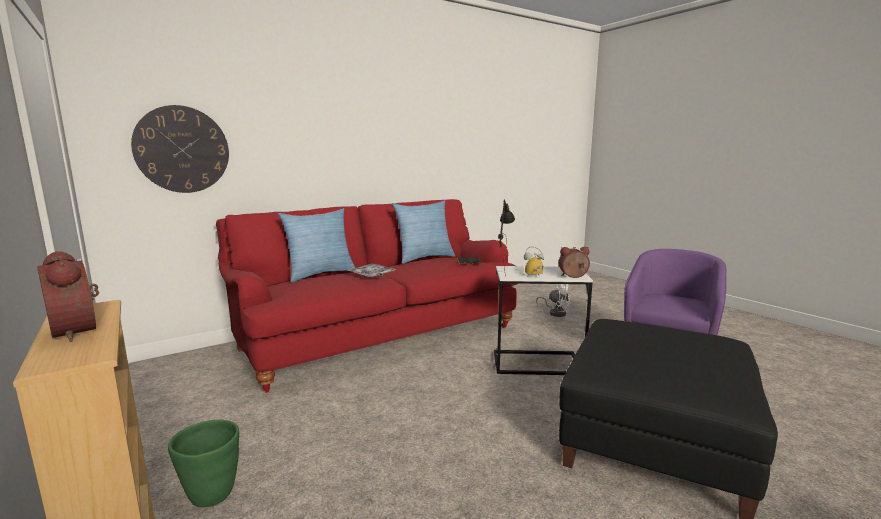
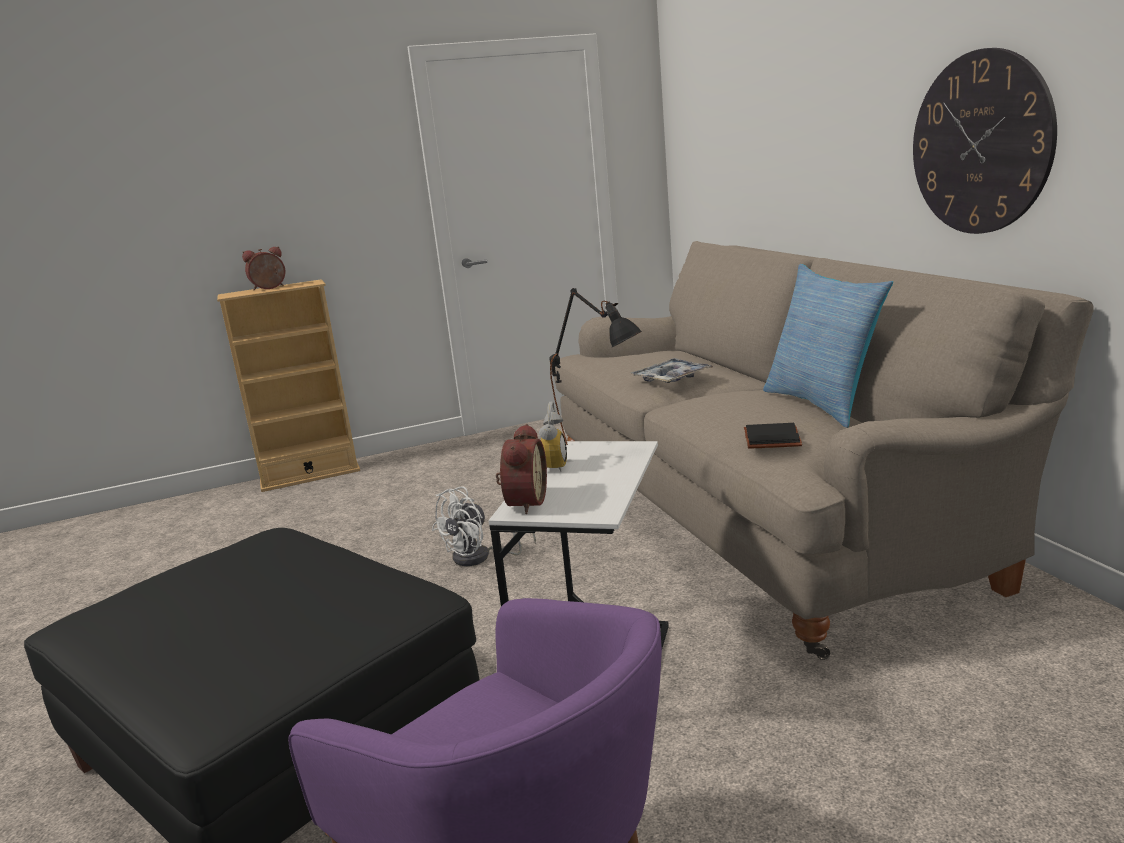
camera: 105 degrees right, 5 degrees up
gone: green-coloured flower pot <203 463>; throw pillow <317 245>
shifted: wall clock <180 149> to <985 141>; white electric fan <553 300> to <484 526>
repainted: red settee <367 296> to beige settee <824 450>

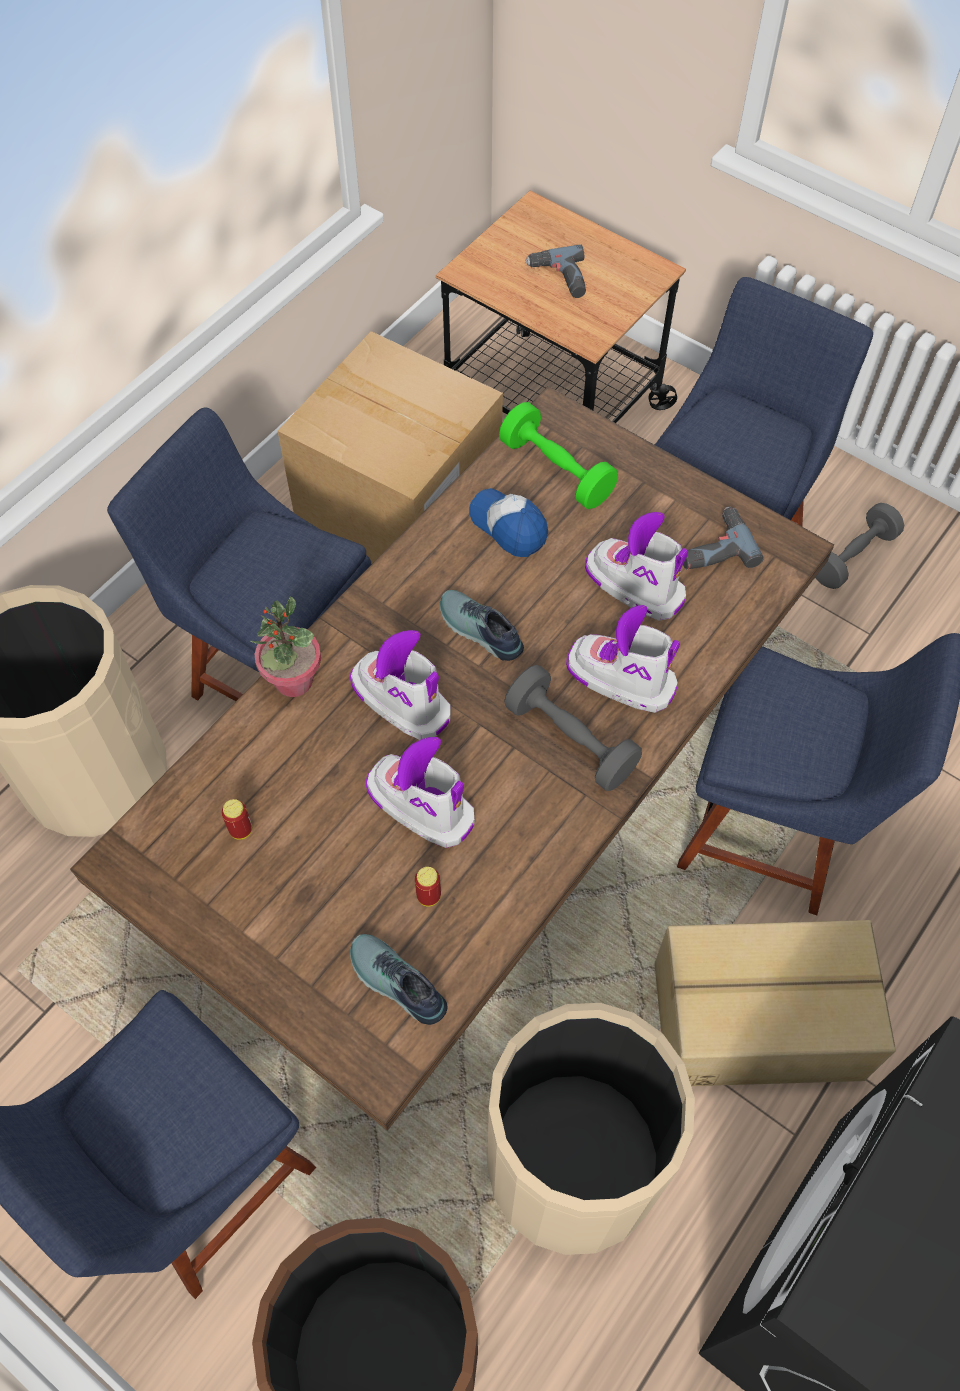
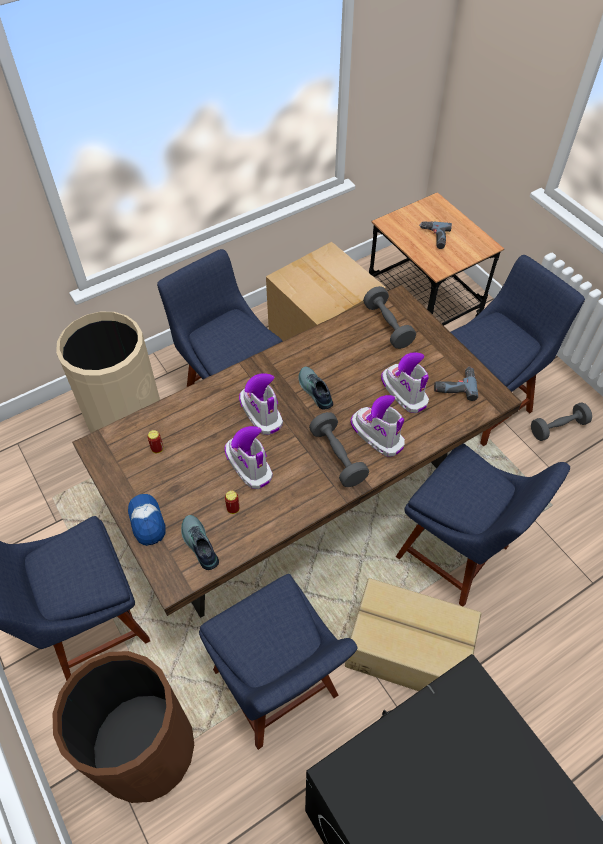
camera: 20 degrees right, 5 degrees down
gone: plant in a pot <286 647>
shifted: baseball cap <508 522> to <146 520>
swapped: beige waste bin <591 1129> to bluish upright chair <278 662>
repainted: green-coloured hand weight <558 455> to grey hand weight <389 317>

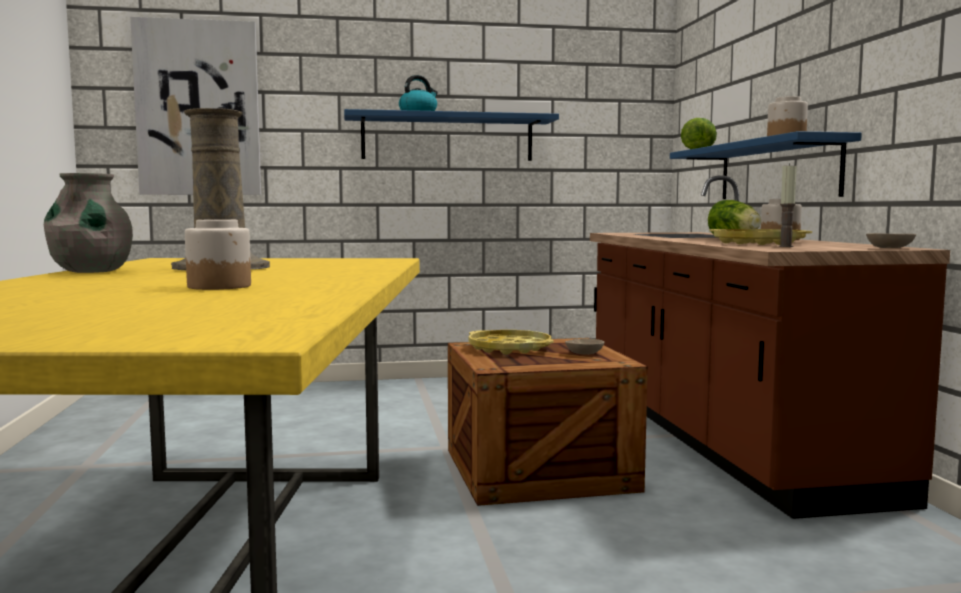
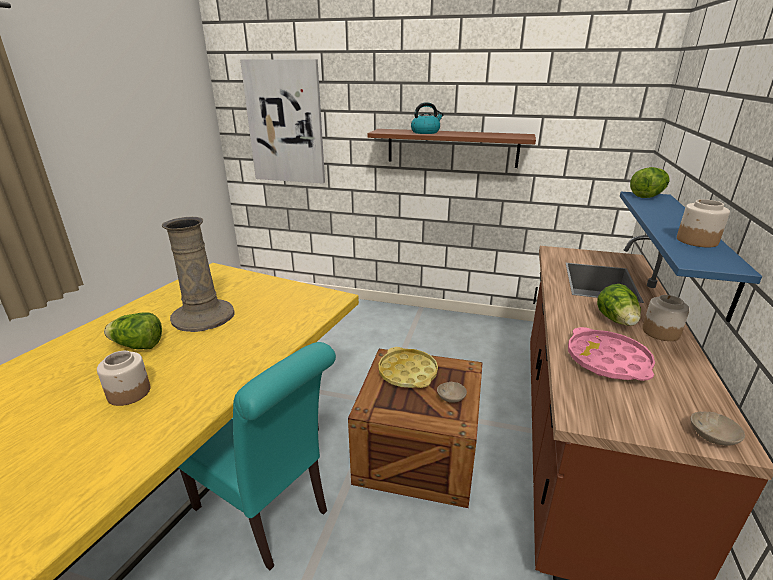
camera: 25 degrees right, 20 degrees up
gone: grey flower vase <88 223>; wax light <787 205>
new: lettuce head <133 330>; blue-green upright chair <257 456>
repainted: bluish shelf <451 135> to brown shelf <452 148>; yellow-coloured carrying tray <760 237> to pinkish carrying tray <611 354>

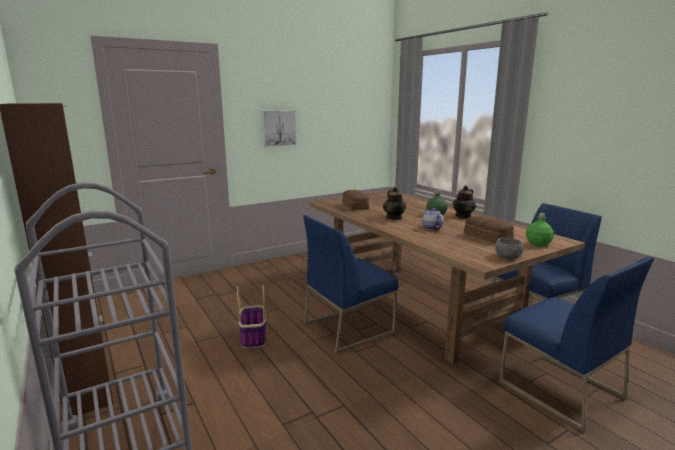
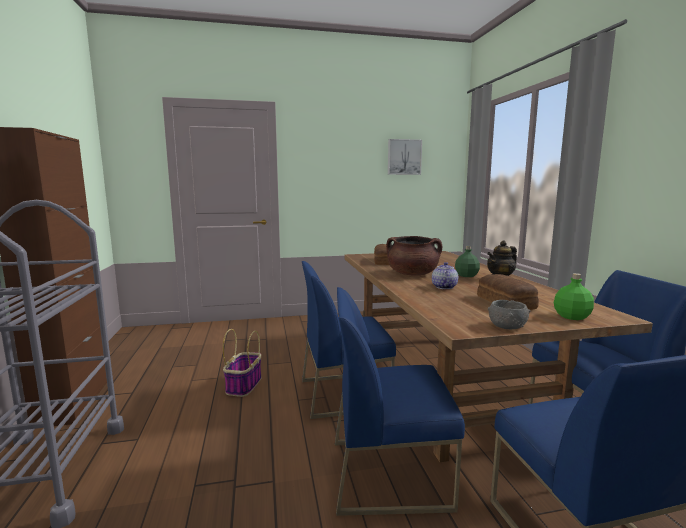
camera: 20 degrees right, 5 degrees down
new: bluish upright chair <400 401>
shifted: wall art <279 129> to <405 157>
swapped: teapot <394 203> to brown saucepot <414 255>

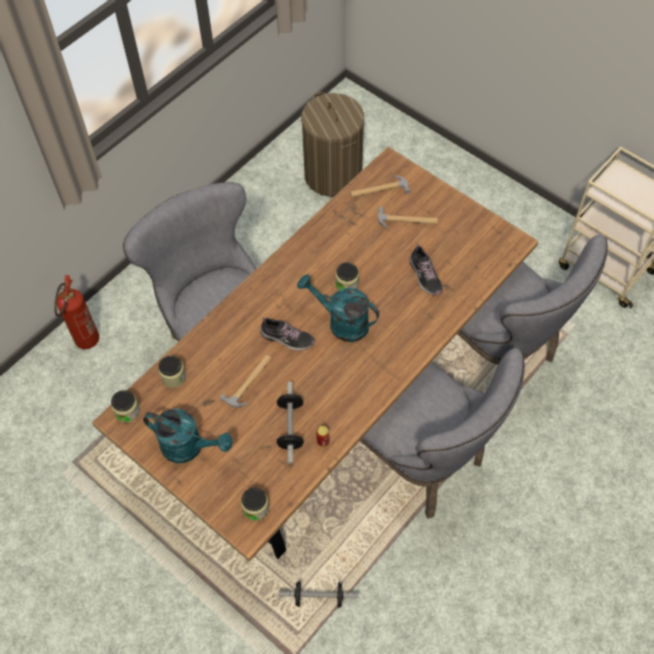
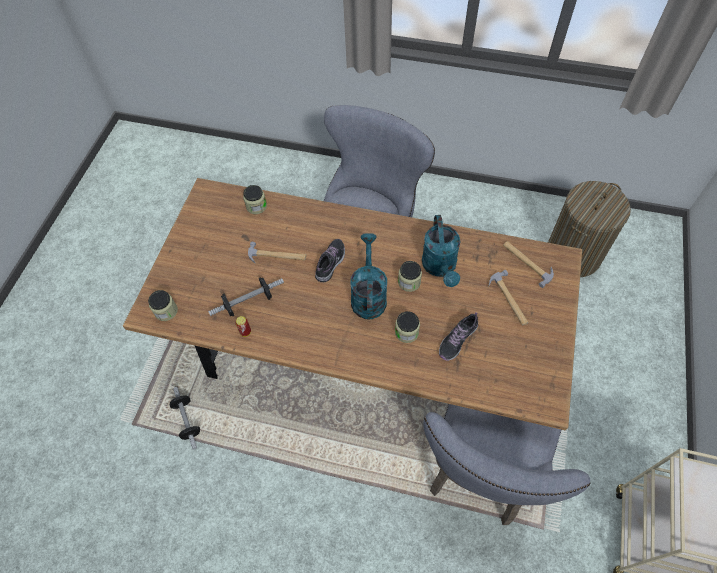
camera: 65 degrees right, 0 degrees up
gone: fire extinguisher <76 312>; grey upright chair <442 433>
shifted: jar <125 406> to <407 327>; blue-green watering can <188 436> to <441 251>
rotated: item of footwear <287 334> = <330 260> 150 degrees counterclockwise

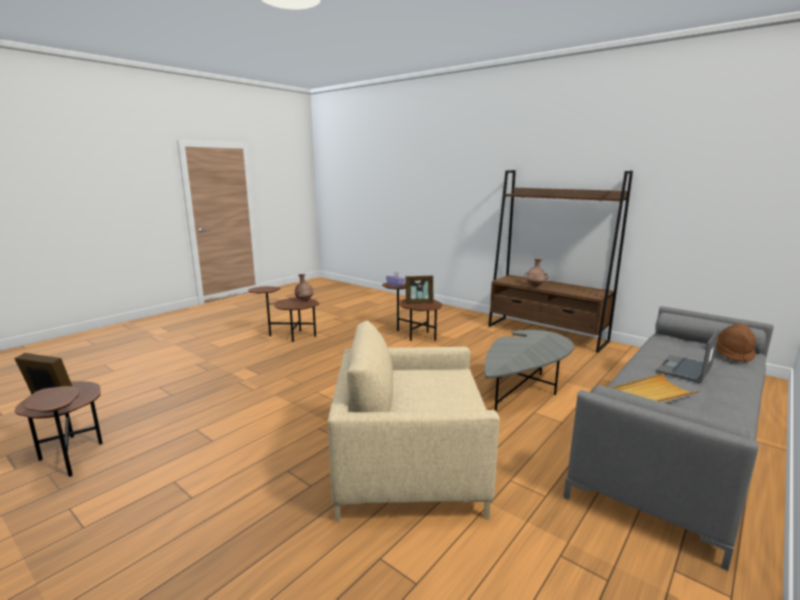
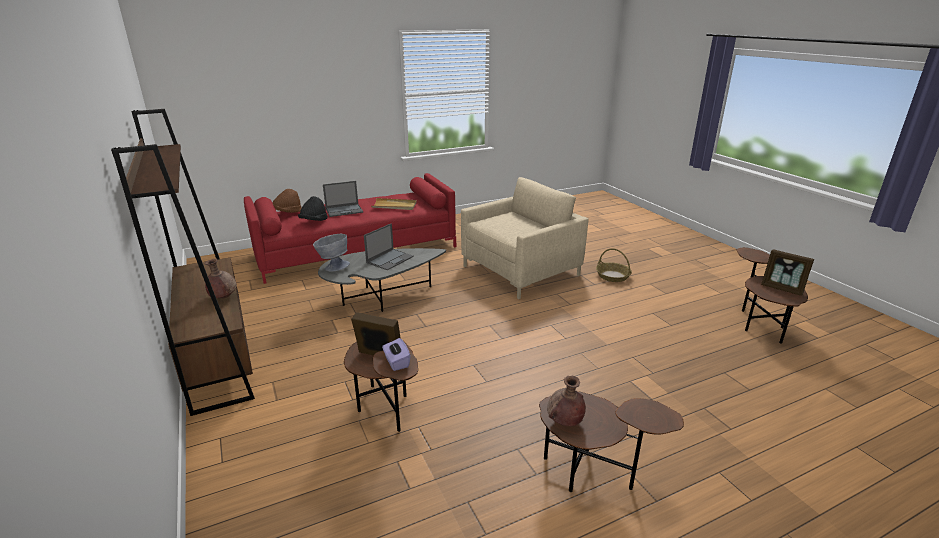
camera: 155 degrees left, 10 degrees up
new: blackish clothing hat <313 208>; grey bowl <331 252>; laptop <389 246>; basket <614 265>
repainted: grey settee <668 438> to red settee <350 228>
rotated: beige easy chair <414 421> = <525 238> 60 degrees counterclockwise

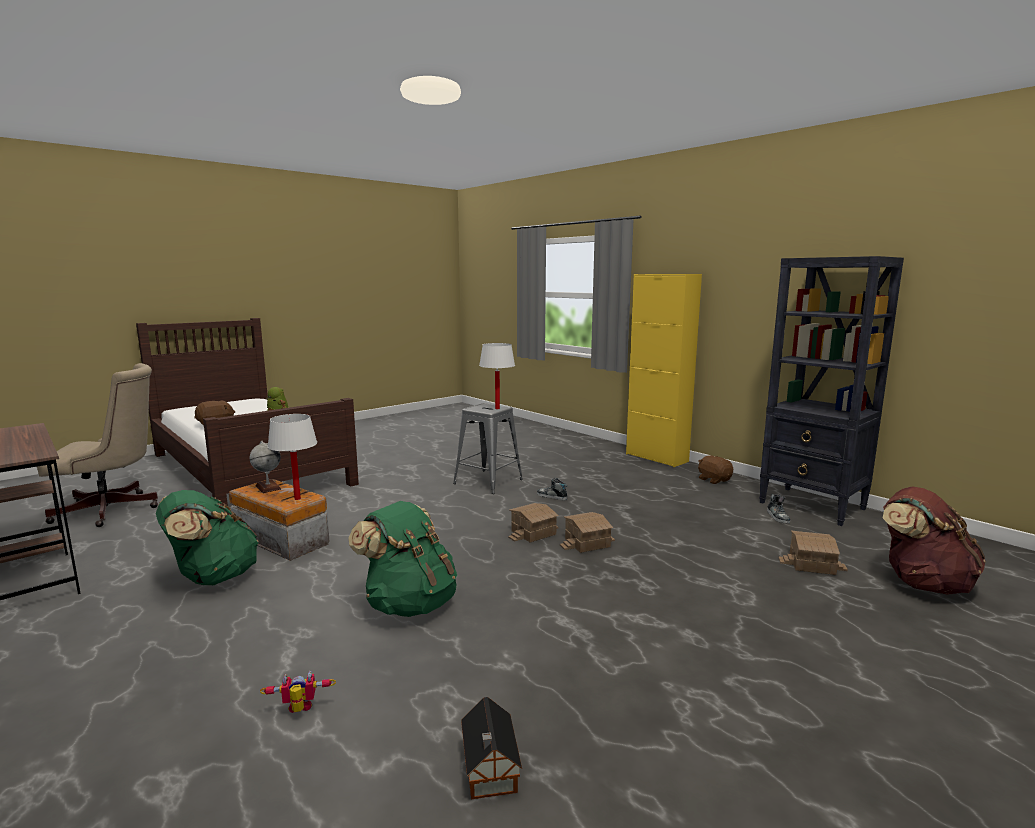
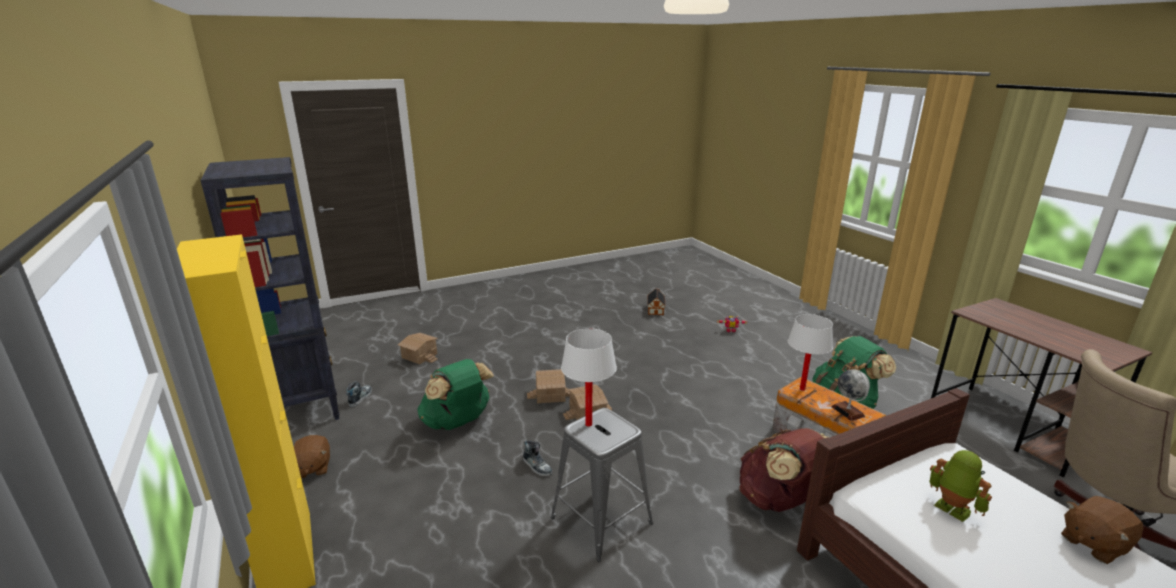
camera: 165 degrees left, 10 degrees up
shifted: green-coloured rucksack <402 559> to <455 394>; brown rucksack <934 540> to <785 470>

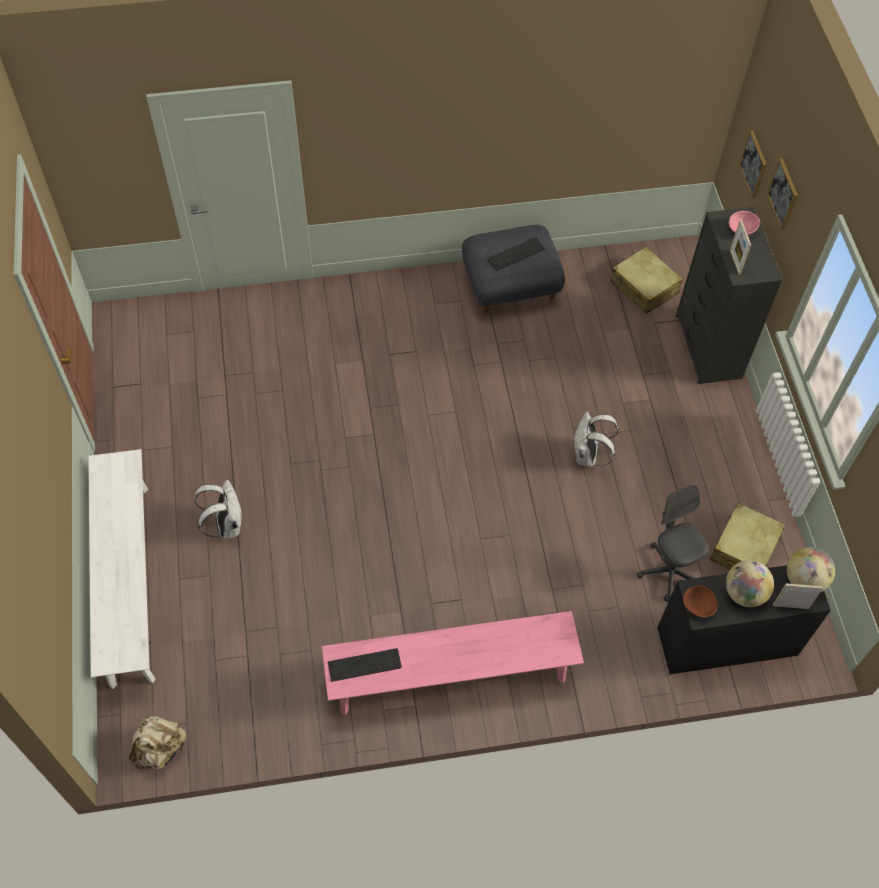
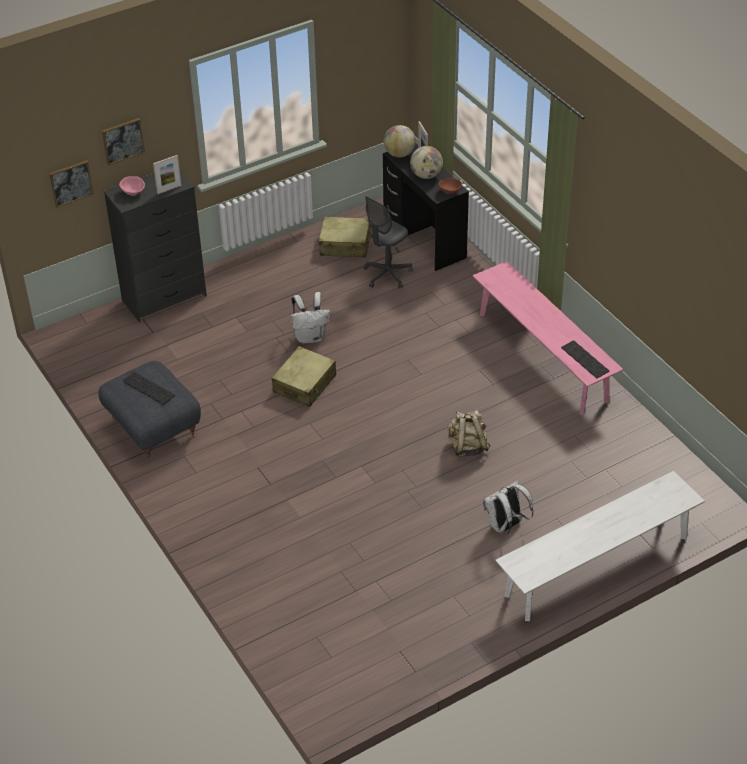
camera: 110 degrees left, 15 degrees down
shifted: beige rucksack <157 742> to <469 433>; beige travel case <647 280> to <304 376>

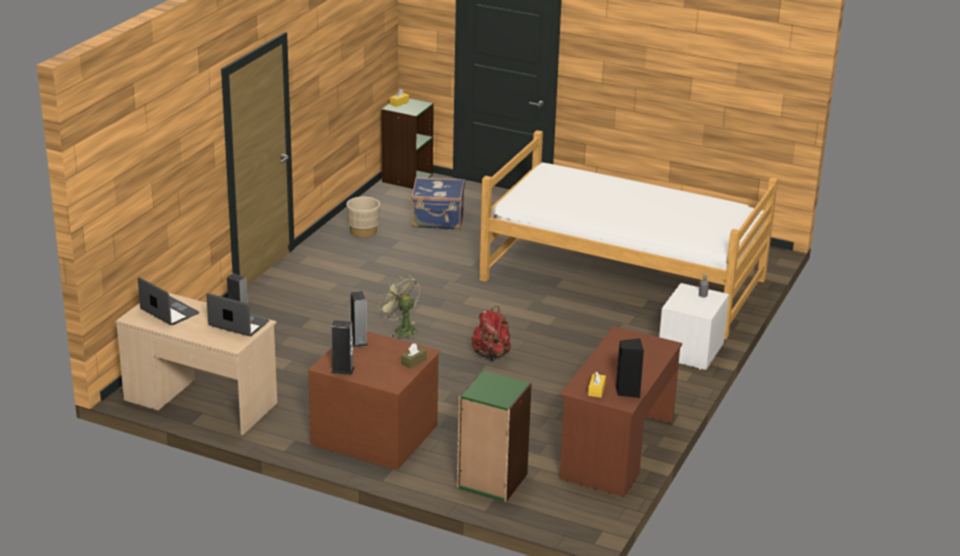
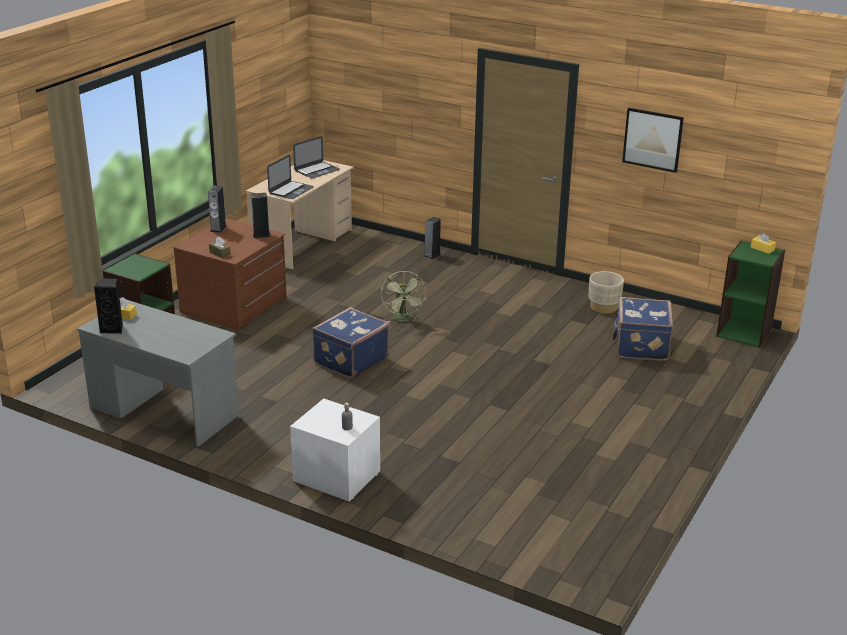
camera: 95 degrees right, 0 degrees up
gone: bed <628 235>
new: wall art <653 140>
swapped: red rucksack <491 333> to bluish travel case <350 343>
repainted: brown desk table <621 411> to grey desk table <158 373>
rotated: green-coloured electric fan <399 307> = <403 296> 120 degrees clockwise

